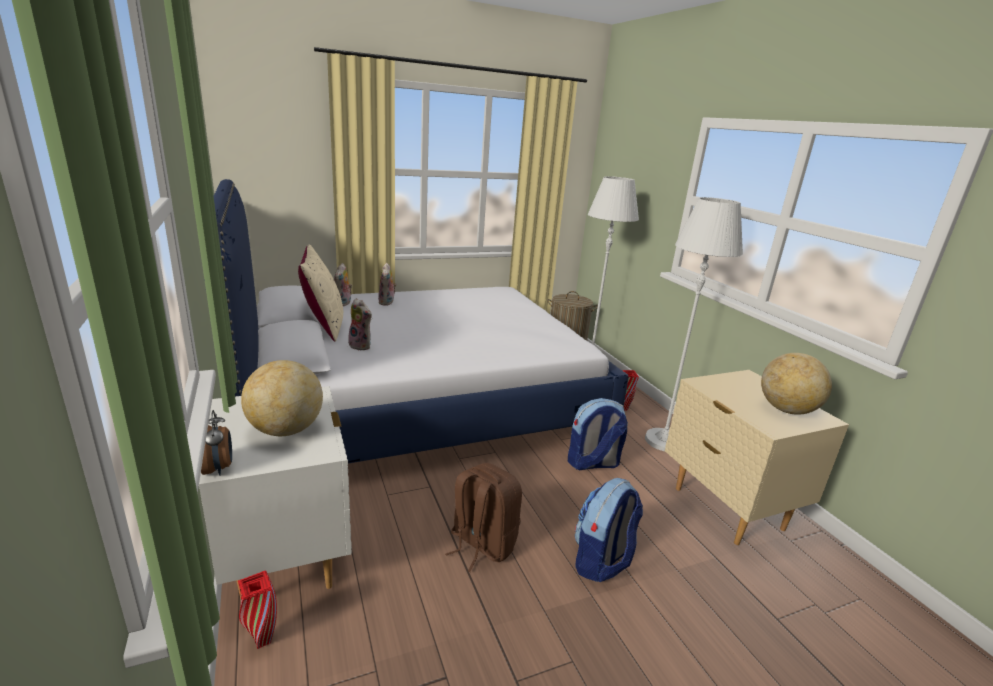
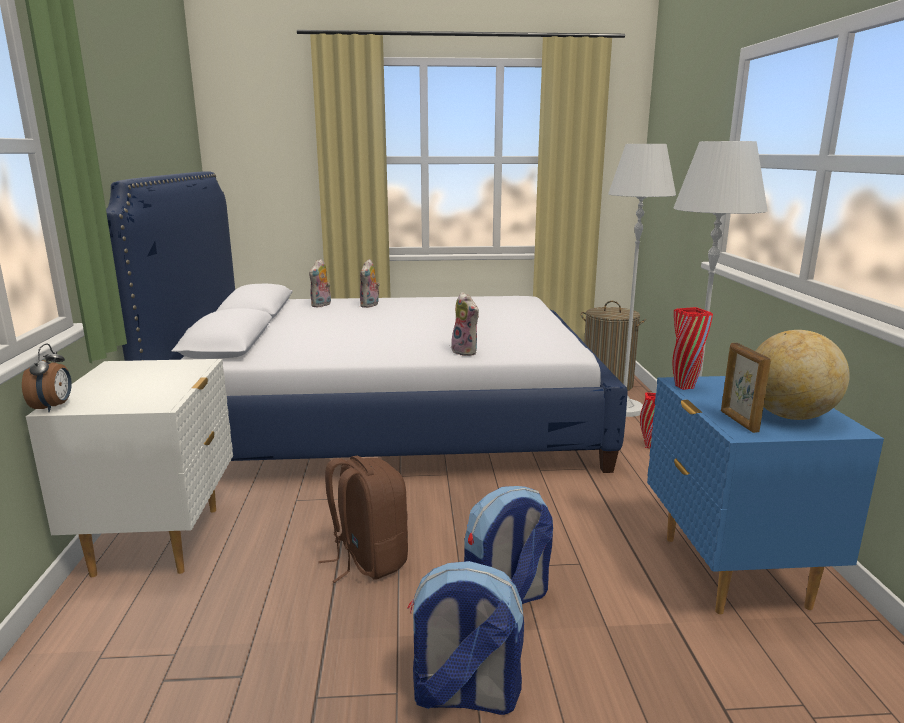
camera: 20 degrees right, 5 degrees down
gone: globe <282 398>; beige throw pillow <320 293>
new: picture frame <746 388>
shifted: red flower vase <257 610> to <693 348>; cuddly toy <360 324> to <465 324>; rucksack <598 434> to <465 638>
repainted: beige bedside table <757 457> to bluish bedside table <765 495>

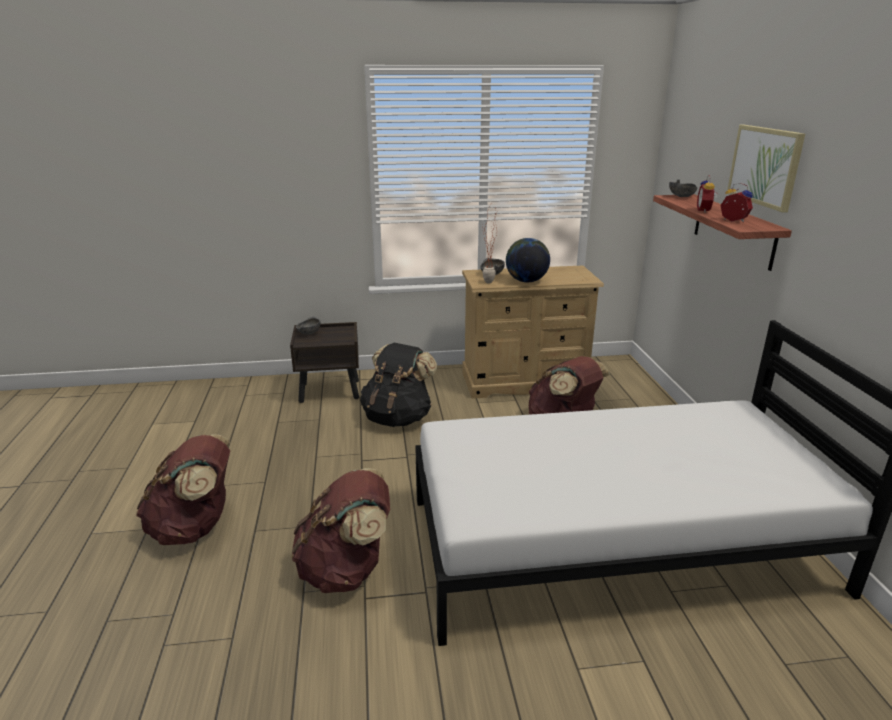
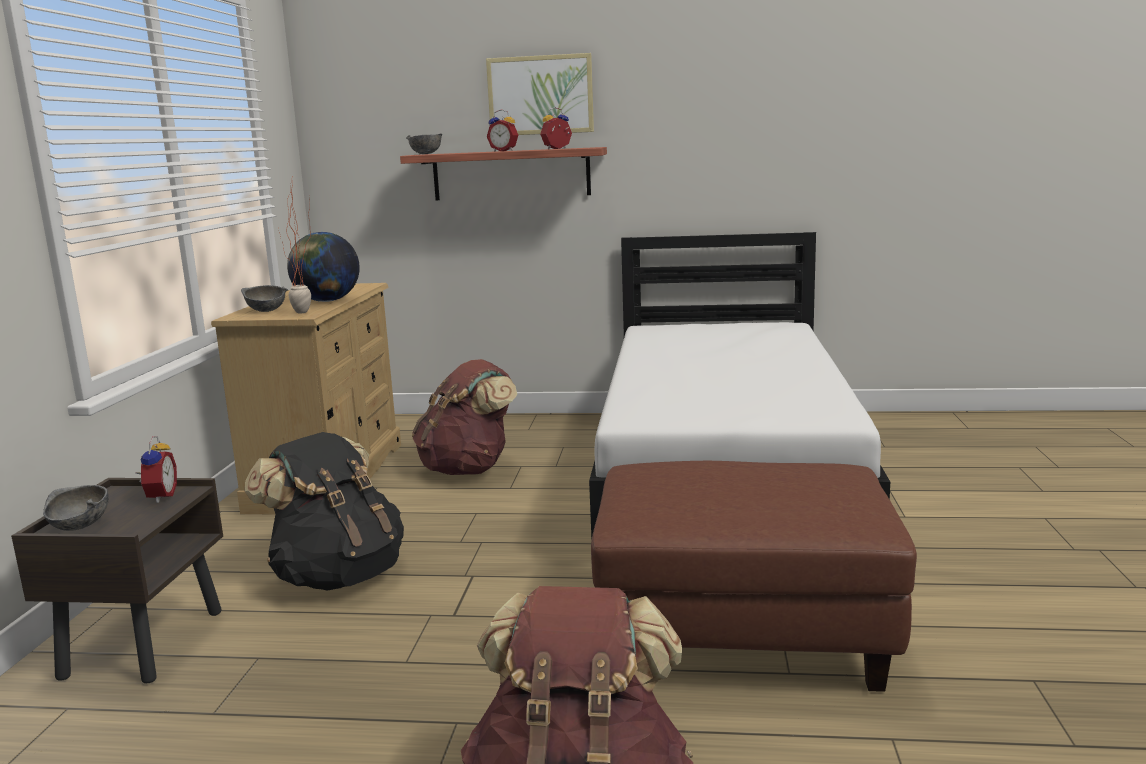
camera: 75 degrees left, 10 degrees down
new: bedside clock <156 469>
swapped: brown rucksack <340 530> to brown ottoman <754 576>

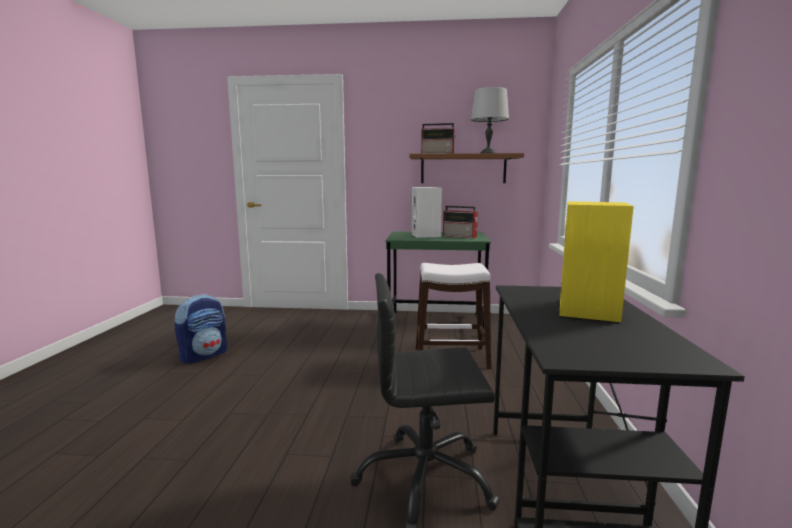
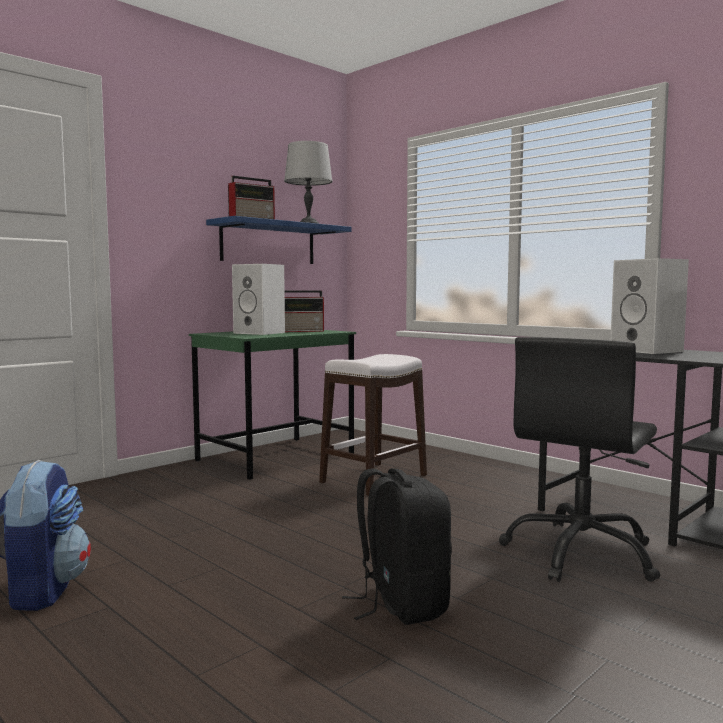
camera: 50 degrees left, 5 degrees down
new: blackish rucksack <397 546>
repainted: brown shelf <466 168> to bluish shelf <279 240>; yellow-coloured speaker <597 261> to white speaker <649 306>

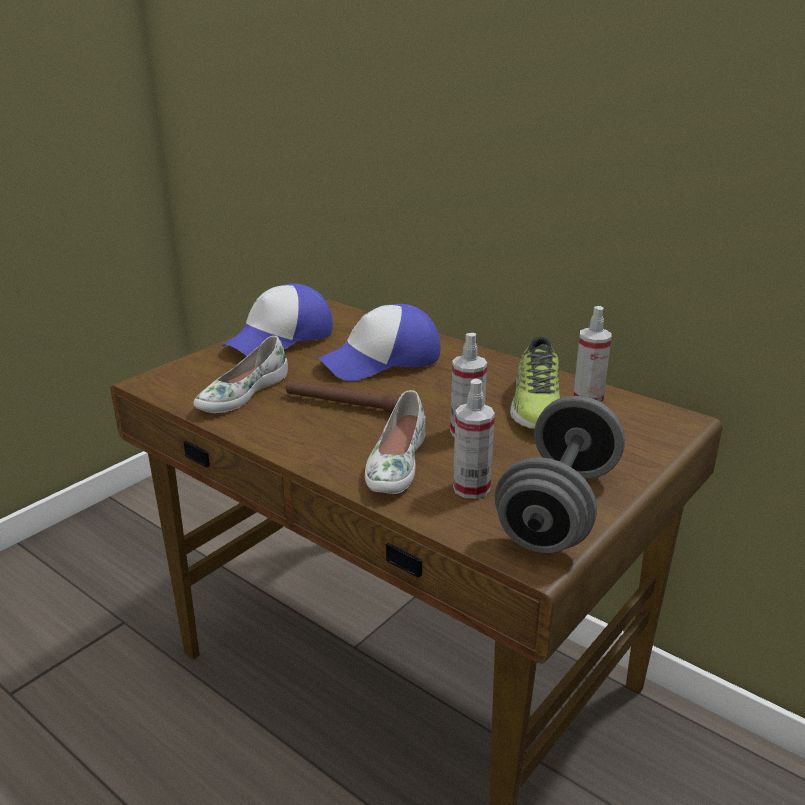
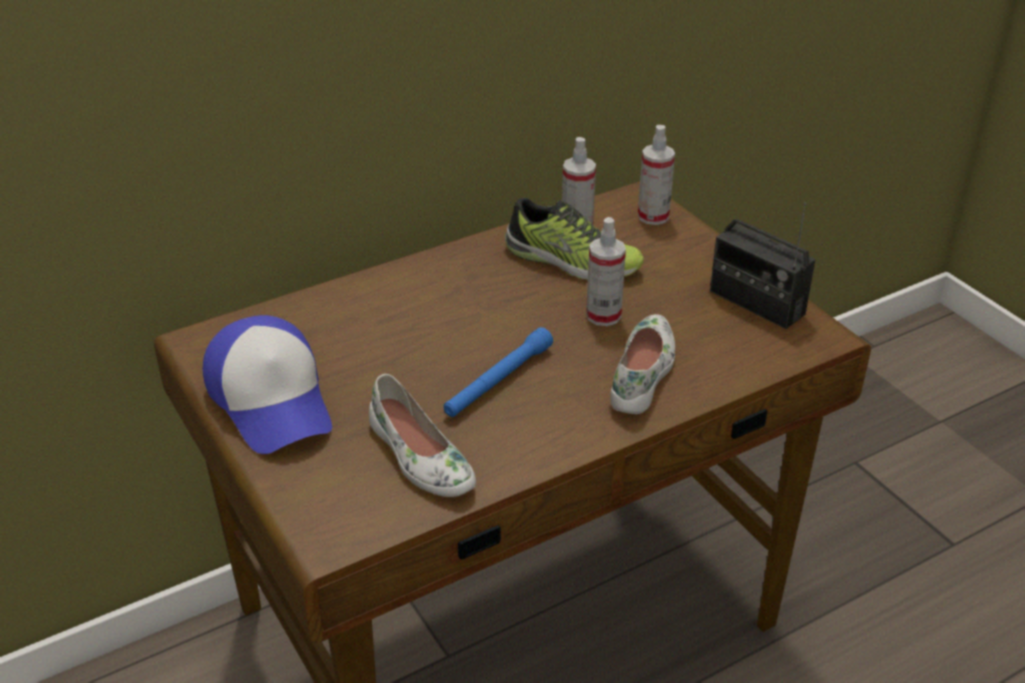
camera: 70 degrees left, 10 degrees up
gone: baseball cap <379 342>
shifted: sprayer <474 439> to <656 175>
swapped: grey hand weight <560 474> to radio set <762 265>
repainted: brown flashlight <343 397> to bluish flashlight <498 372>
rotated: white item of footwear <395 442> = <642 364> 105 degrees counterclockwise

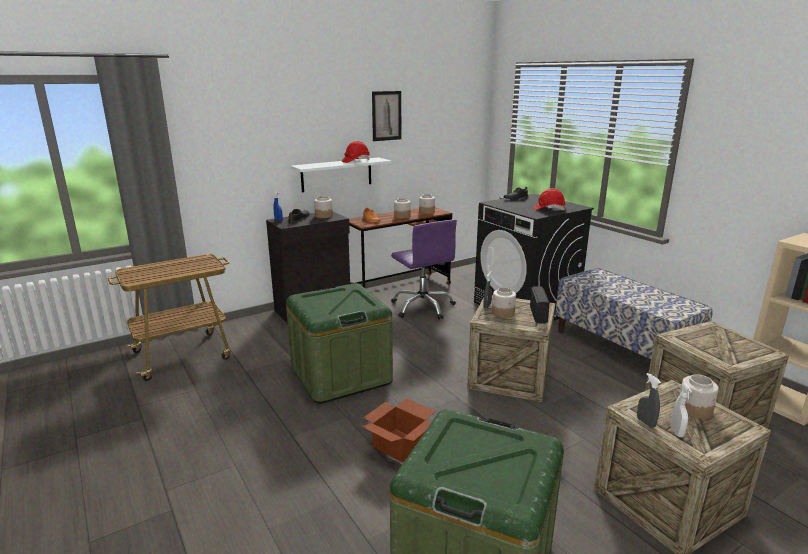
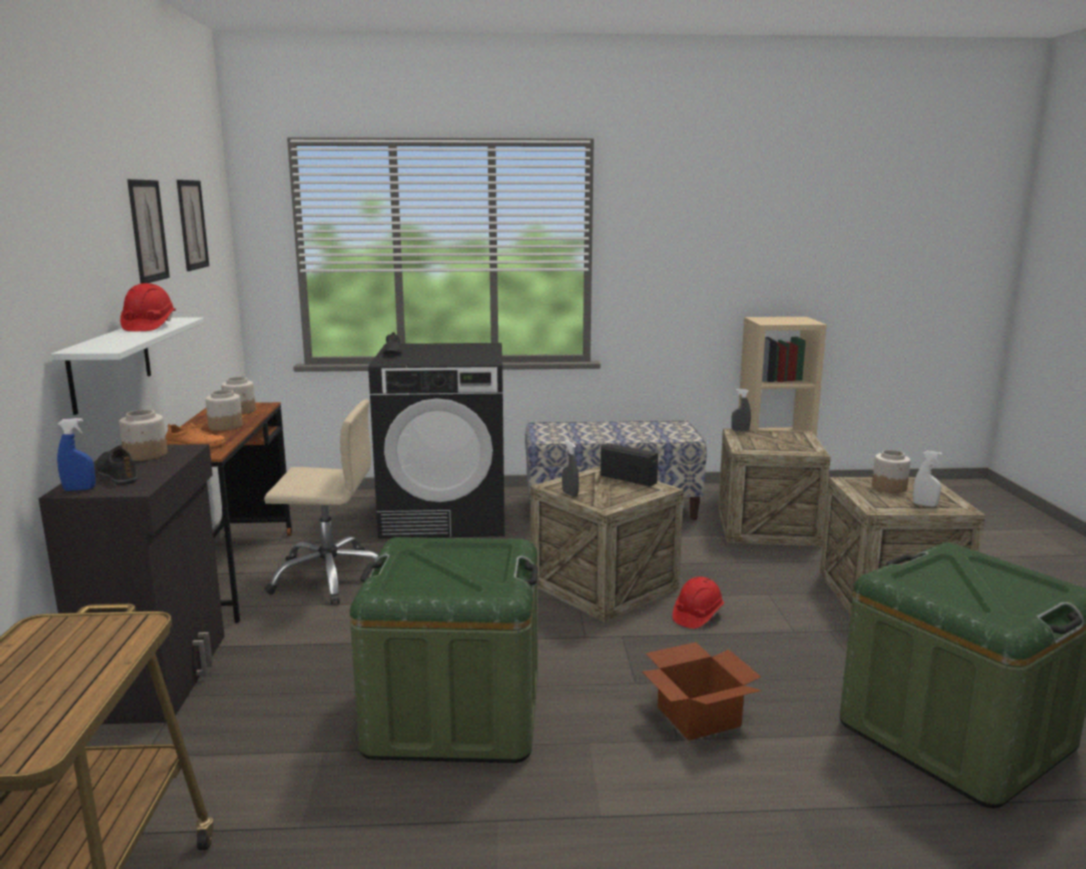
camera: 60 degrees left, 5 degrees down
gone: jar <504 302>
new: wall art <193 225>
shifted: red hard hat <549 199> to <698 603>; grey sprayer <649 400> to <741 410>
repainted: purplish office chair <424 269> to beige office chair <321 502>

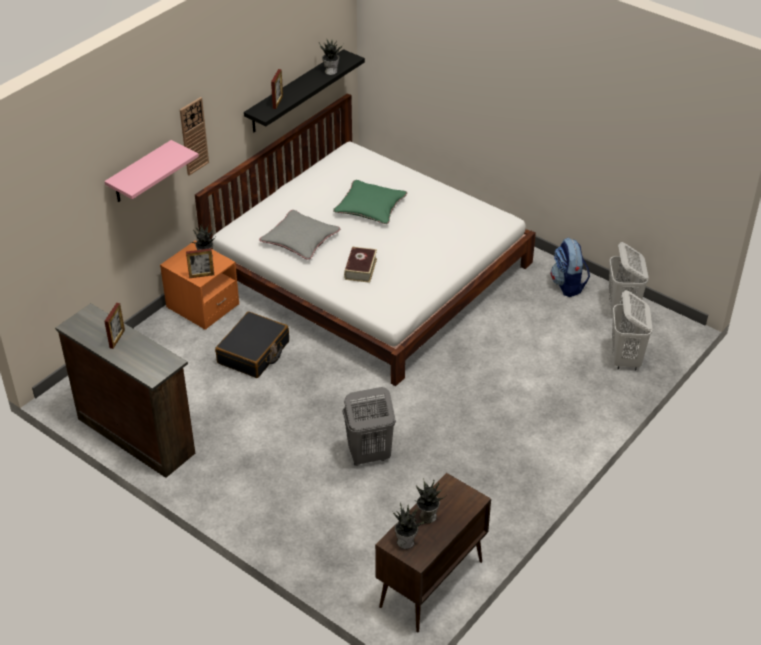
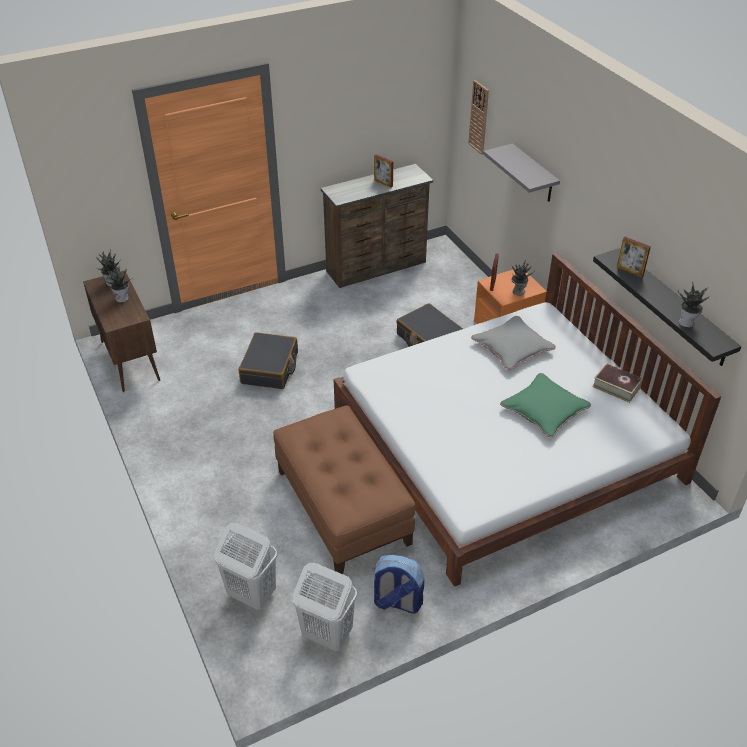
camera: 115 degrees right, 0 degrees up
new: brown ottoman <344 489>
shifted: wall clock <194 136> to <478 117>; bound book <360 265> to <617 383>
swapped: grey washing basket <369 426> to blackish travel case <268 360>
repainted: pinkish shelf <151 171> to grey shelf <521 172>

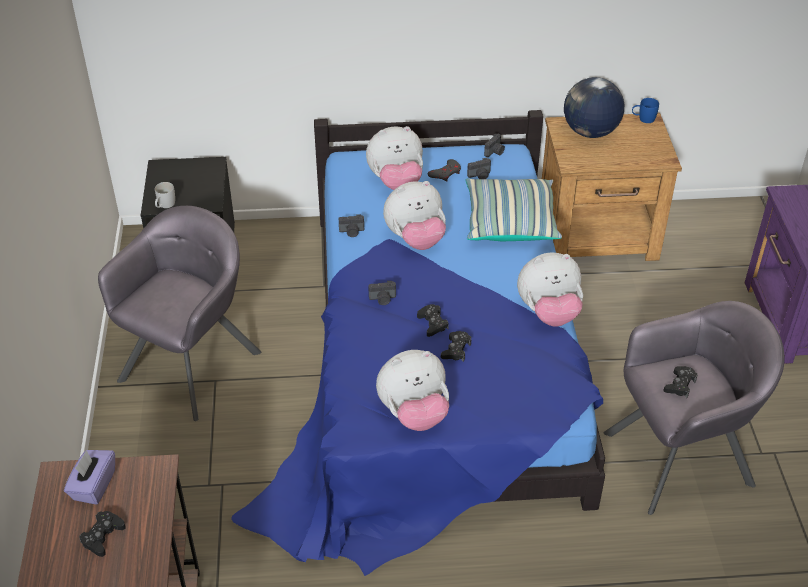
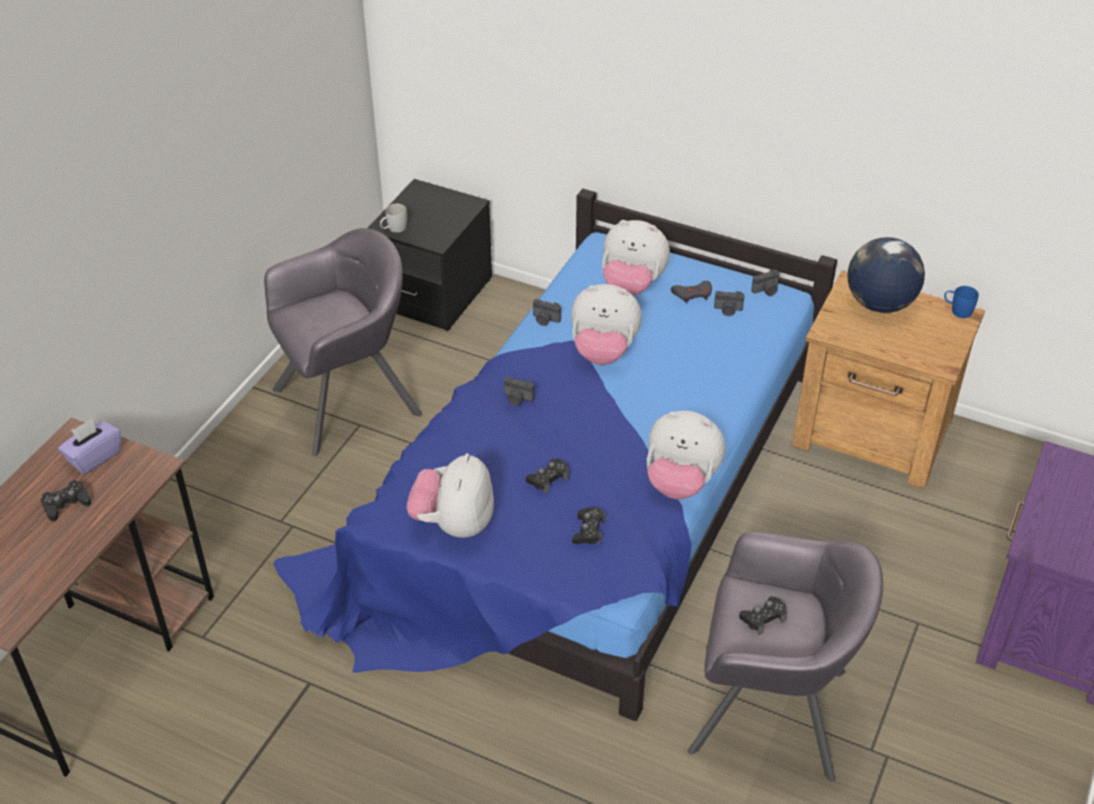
camera: 30 degrees right, 0 degrees up
gone: throw pillow <513 209>
shifted: blackish gamepad <433 320> to <588 526>
rotated: cuddly toy <412 390> = <450 495> 90 degrees clockwise

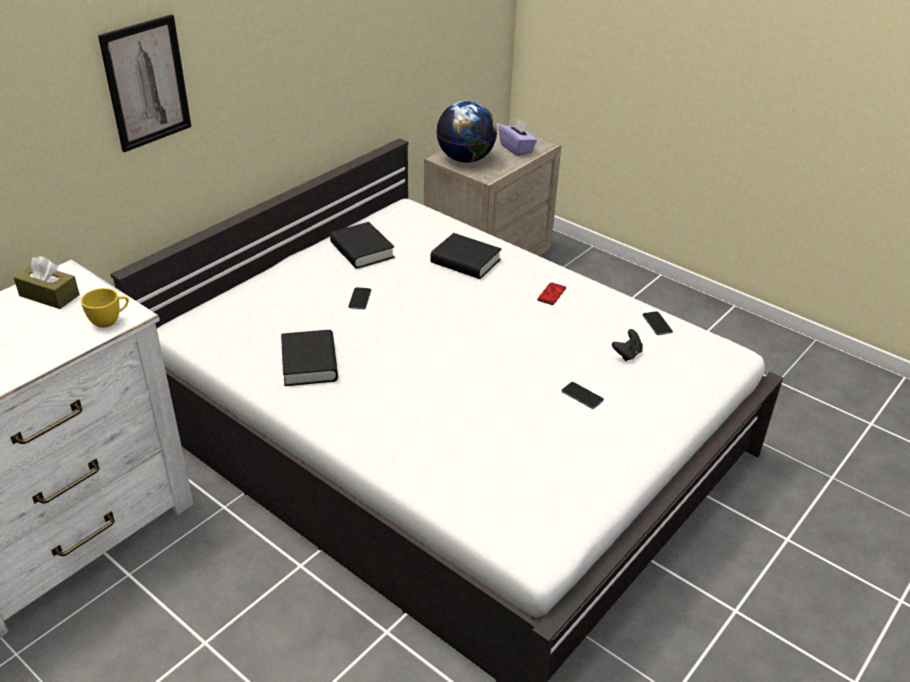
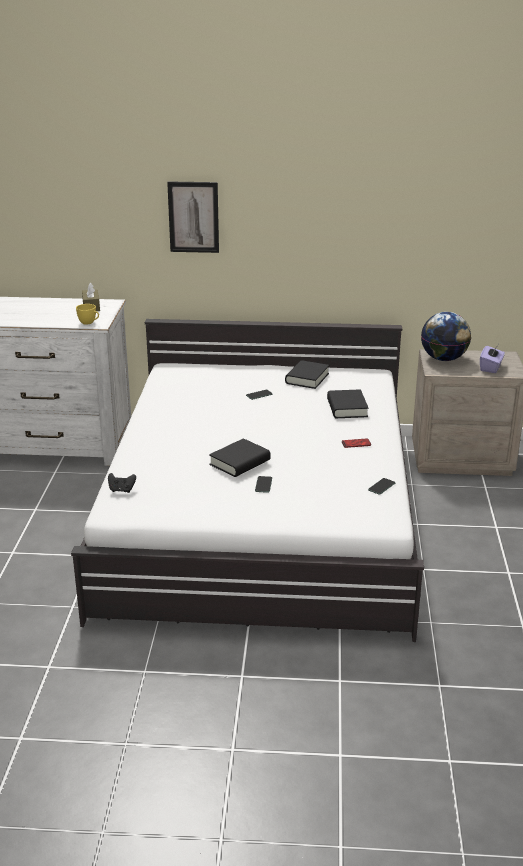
camera: 55 degrees right, 10 degrees down
shifted: blackish bound book <309 358> to <239 457>; blackish gamepad <627 345> to <122 483>

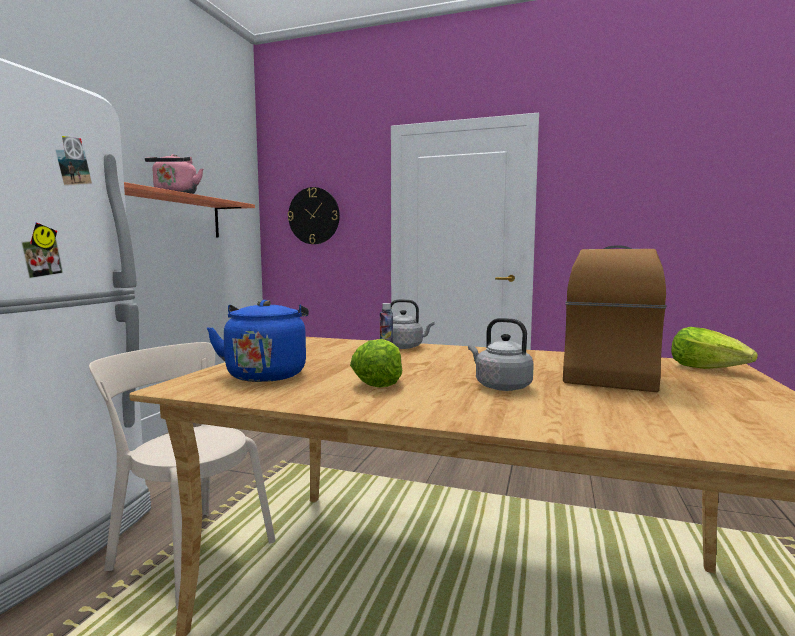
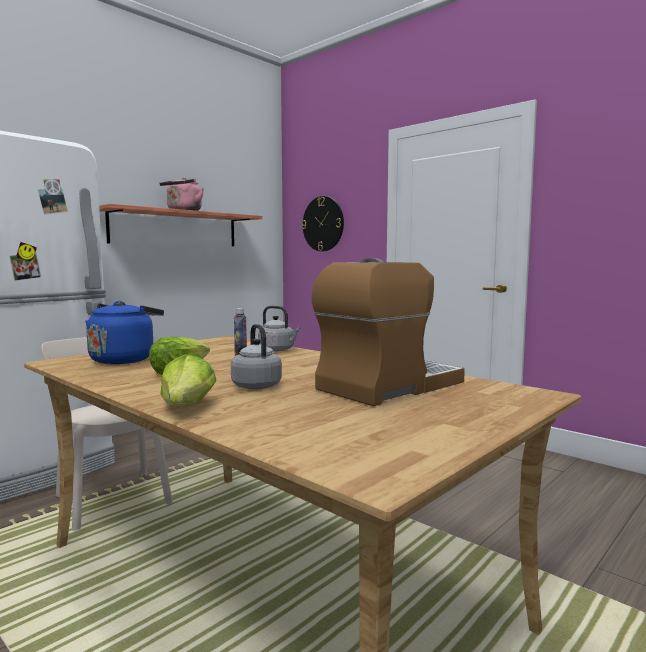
camera: 25 degrees right, 0 degrees up
shifted: lettuce head <714 348> to <188 380>

